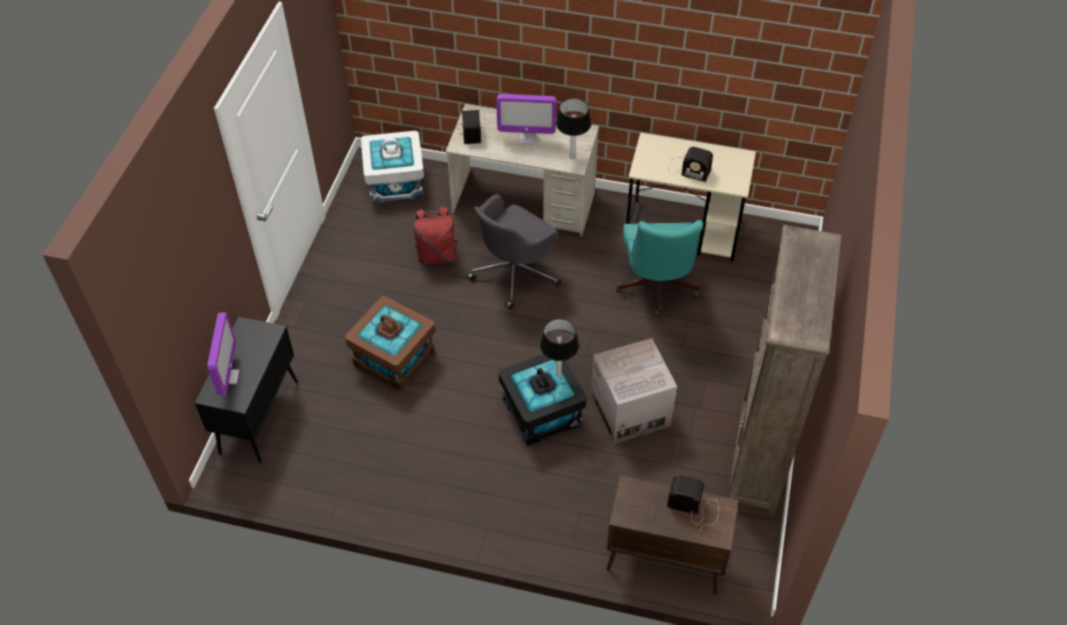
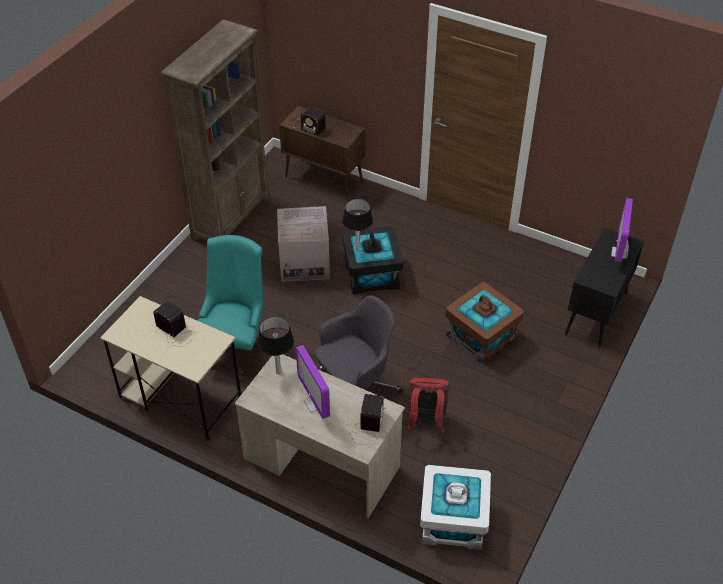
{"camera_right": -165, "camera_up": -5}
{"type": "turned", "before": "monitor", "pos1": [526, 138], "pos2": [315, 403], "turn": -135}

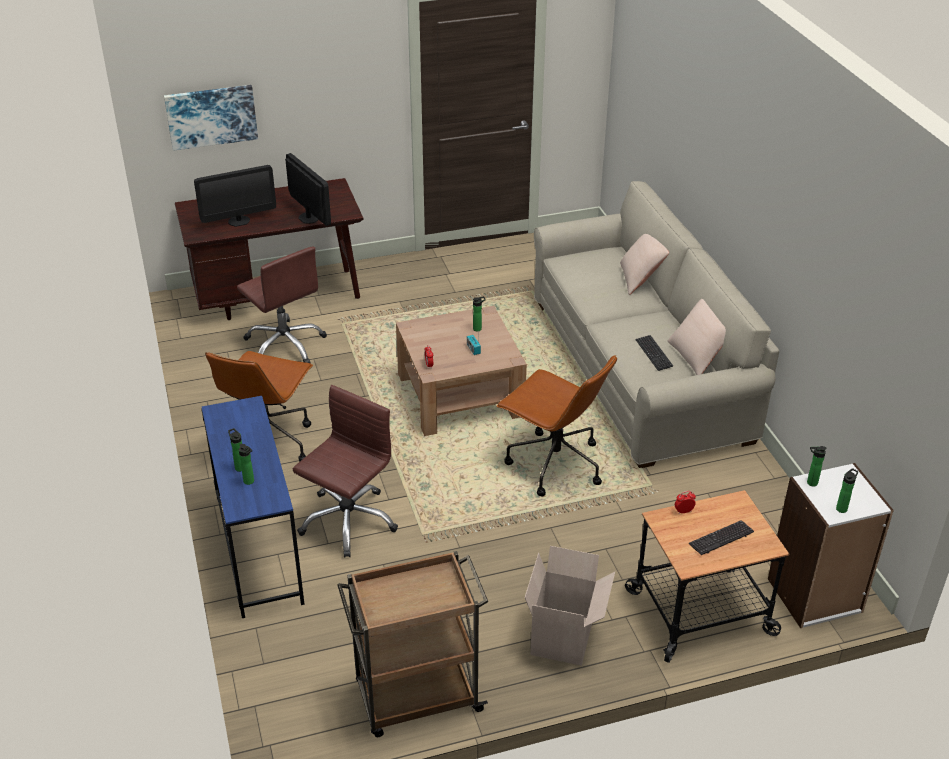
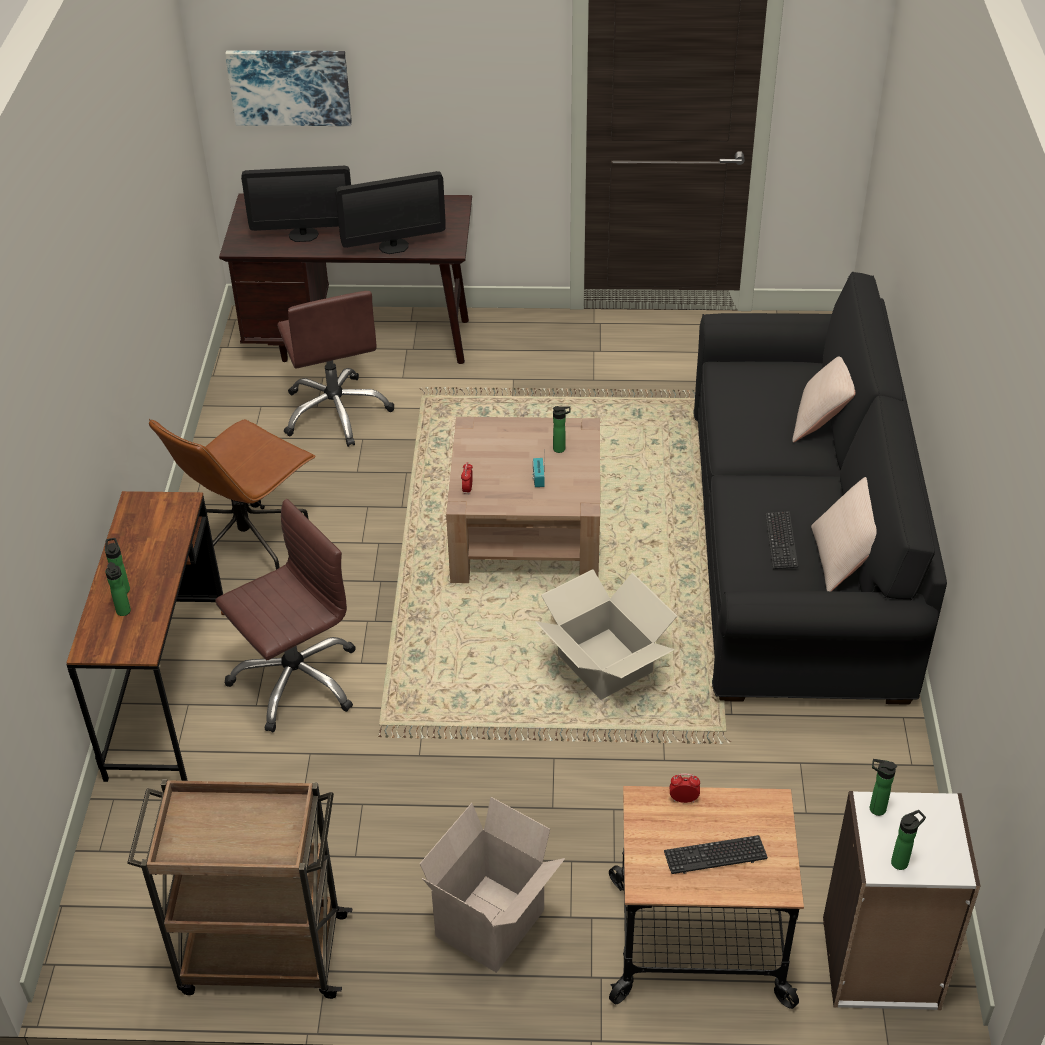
{"camera_right": 20, "camera_up": 5}
{"type": "replaced", "before": "office chair (brown)", "after": "cardboard box", "pos1": [553, 464], "pos2": [604, 665]}
{"type": "recoloured", "before": "desk (blue)", "after": "desk (brown)", "pos1": [258, 549], "pos2": [168, 692]}
{"type": "recoloured", "before": "sofa (beige)", "after": "sofa (black)", "pos1": [640, 369], "pos2": [796, 549]}
{"type": "turned", "before": "monitor", "pos1": [308, 218], "pos2": [393, 246], "turn": 90}

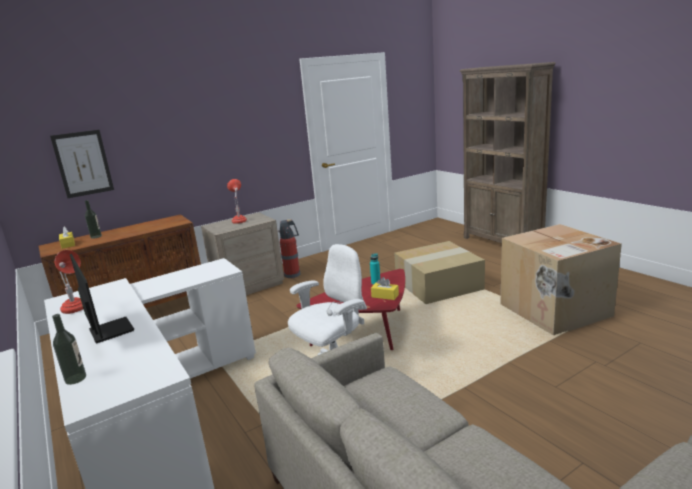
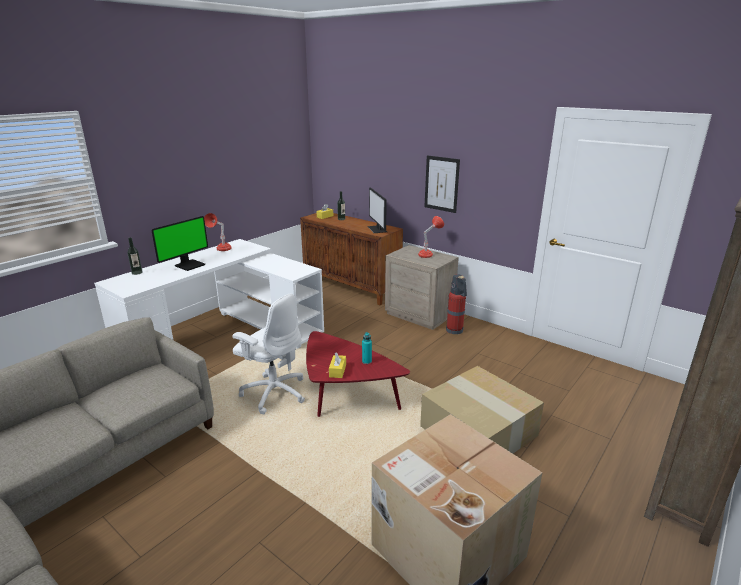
{"camera_right": 70, "camera_up": 5}
{"type": "added", "after": "monitor", "pos2": [377, 229]}
{"type": "moved", "before": "picture", "pos1": [83, 163], "pos2": [441, 184]}

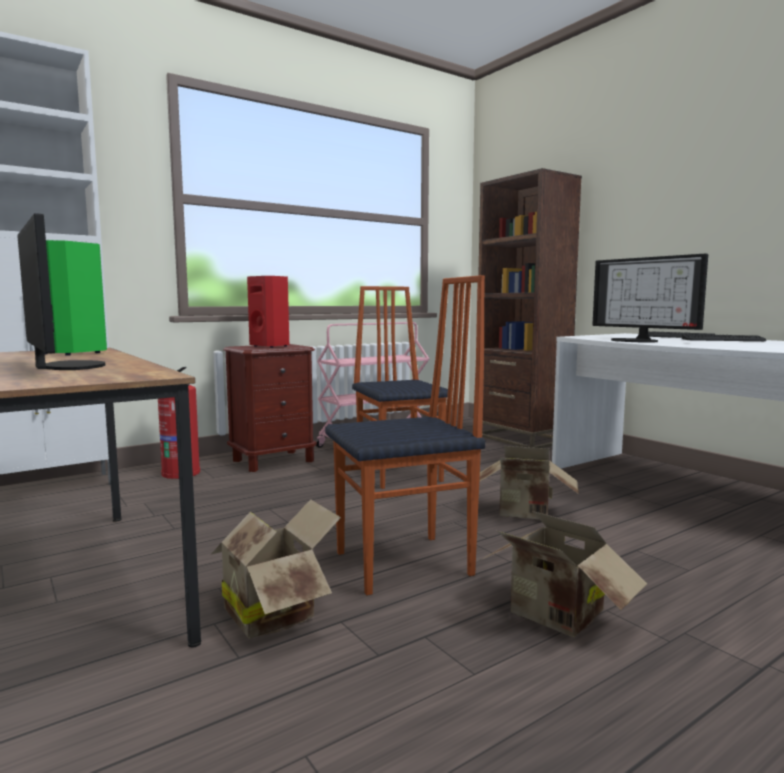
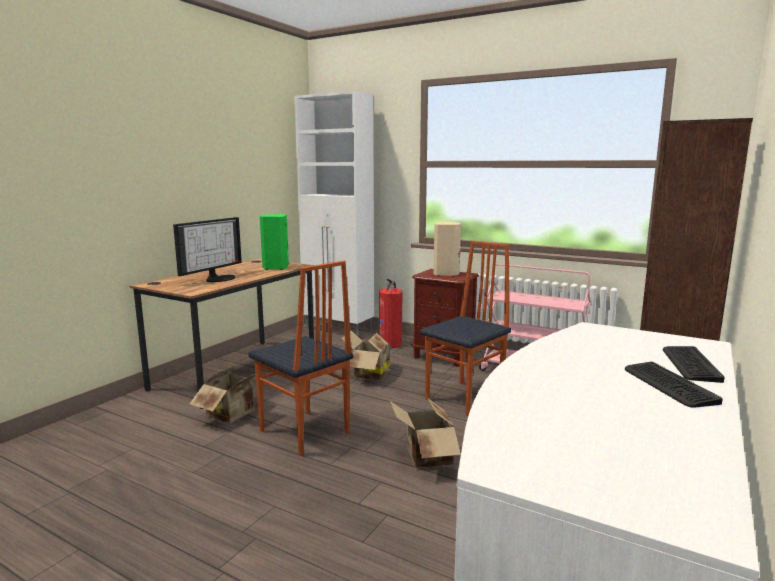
{"camera_right": 65, "camera_up": 5}
{"type": "removed", "before": "monitor", "pos1": [637, 340]}
{"type": "moved", "before": "cardboard box", "pos1": [555, 618], "pos2": [368, 375]}
{"type": "recoloured", "before": "speaker (red)", "after": "speaker (beige)", "pos1": [271, 346], "pos2": [446, 274]}

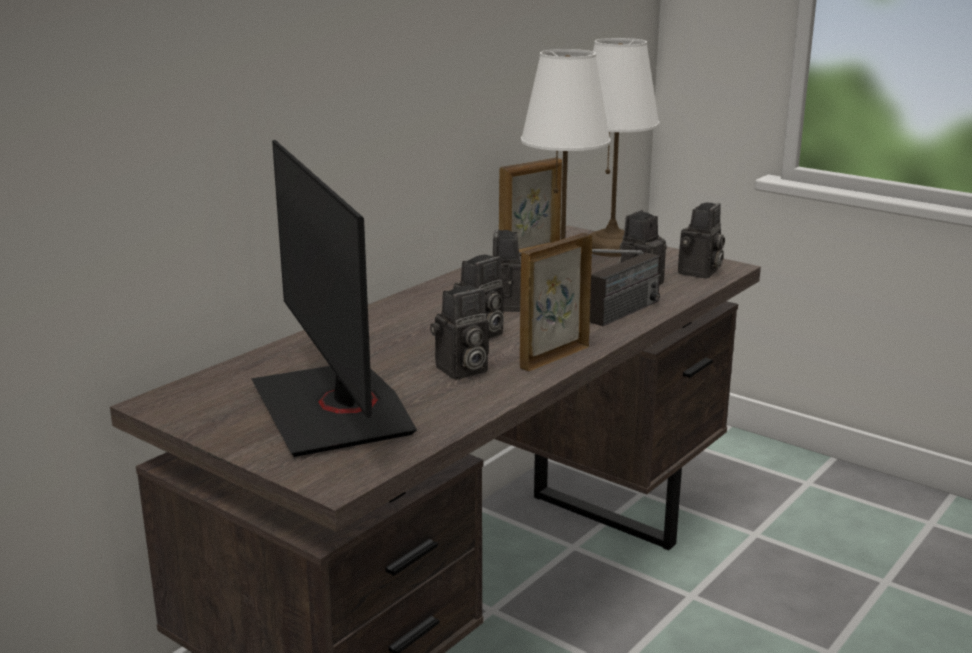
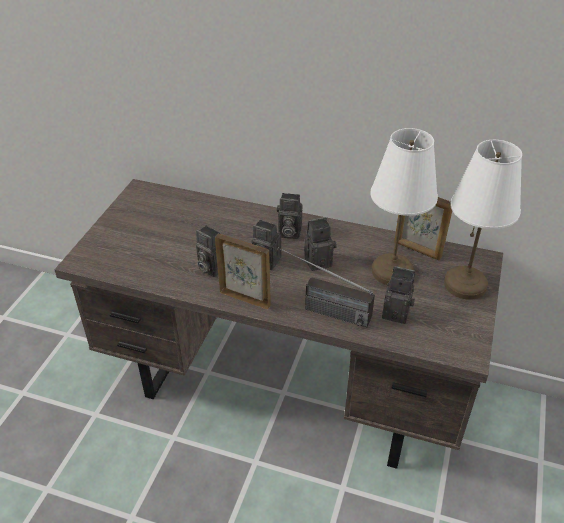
{"camera_right": 70, "camera_up": 20}
{"type": "removed", "before": "monitor", "pos1": [334, 409]}
{"type": "moved", "before": "photo camera", "pos1": [699, 273], "pos2": [288, 232]}

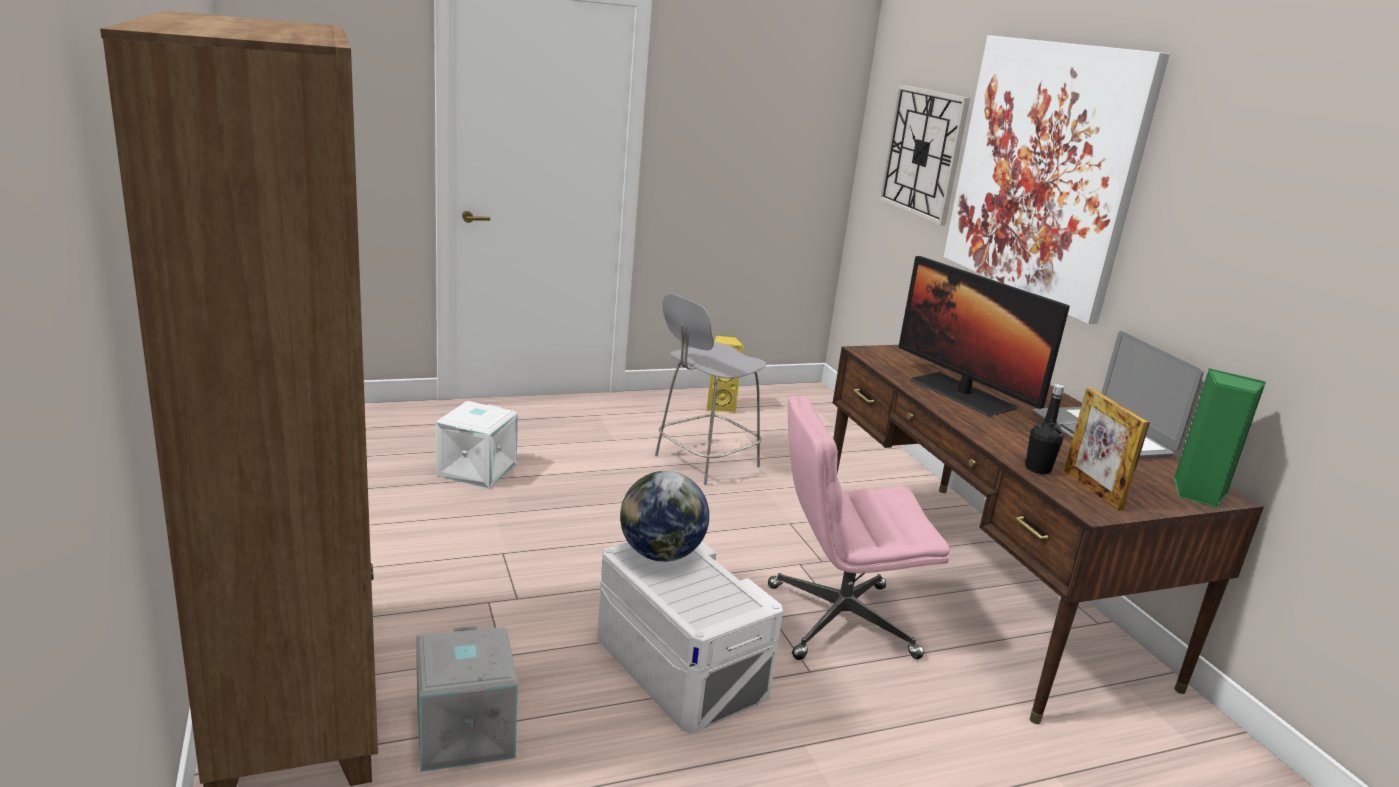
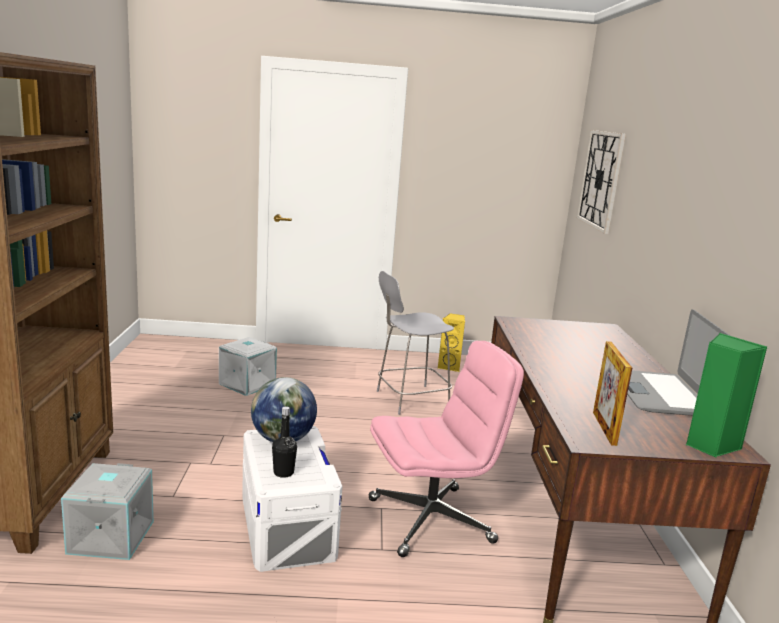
{"camera_right": 20, "camera_up": -5}
{"type": "removed", "before": "monitor", "pos1": [962, 394]}
{"type": "removed", "before": "picture", "pos1": [1043, 171]}
{"type": "moved", "before": "bottle (black)", "pos1": [1038, 469], "pos2": [283, 472]}
{"type": "turned", "before": "office chair (pink)", "pos1": [838, 621], "pos2": [431, 520], "turn": 150}

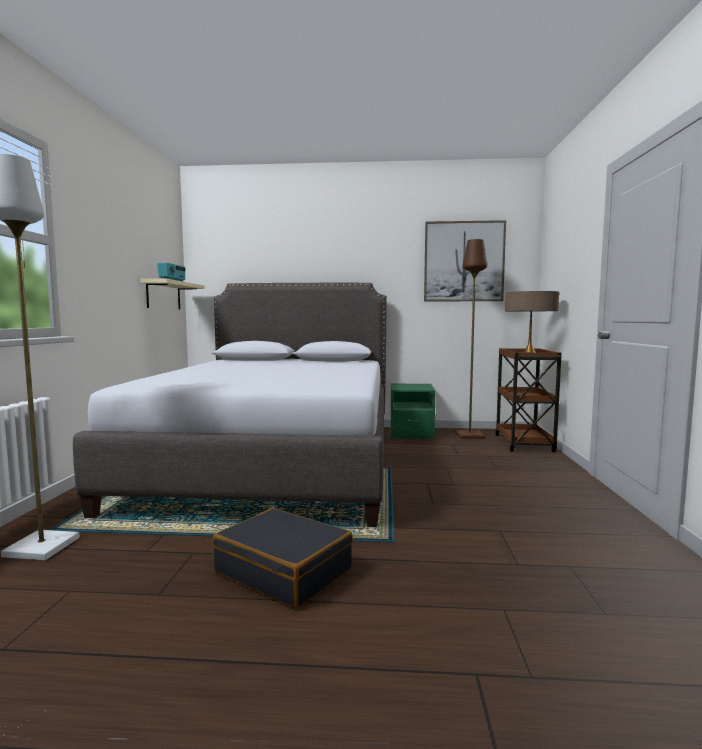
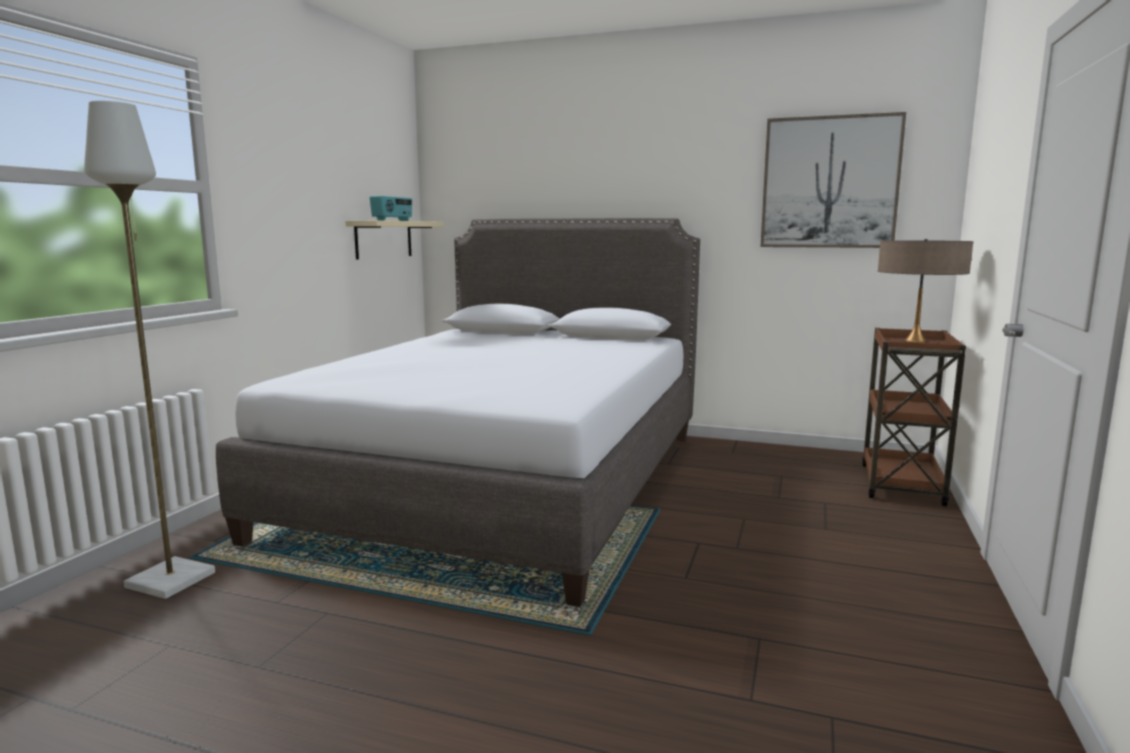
{"camera_right": 15, "camera_up": 5}
{"type": "removed", "before": "suitcase (black)", "pos1": [284, 571]}
{"type": "removed", "before": "nightstand (green)", "pos1": [411, 433]}
{"type": "removed", "before": "floor lamp (brown)", "pos1": [470, 436]}

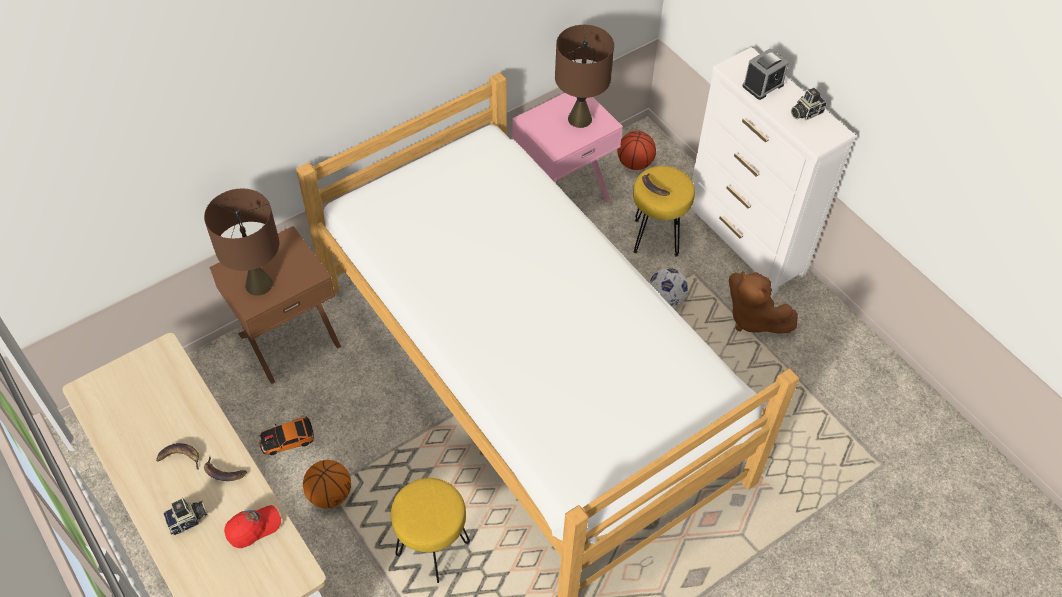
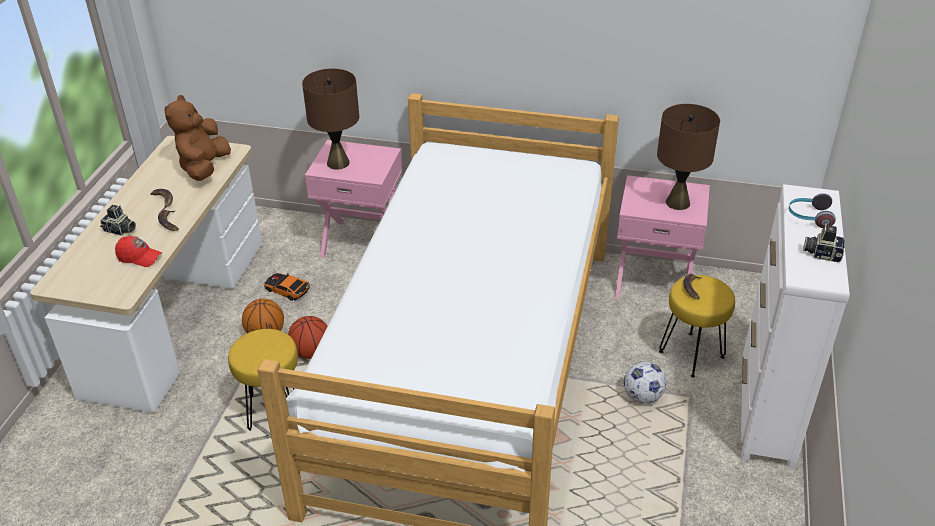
{"camera_right": 50, "camera_up": -15}
{"type": "moved", "before": "basketball", "pos1": [635, 164], "pos2": [311, 352]}
{"type": "moved", "before": "plush toy (brown)", "pos1": [752, 318], "pos2": [204, 168]}
{"type": "replaced", "before": "alarm clock", "after": "headphones", "pos1": [763, 85], "pos2": [809, 217]}
{"type": "recoloured", "before": "nightstand (brown)", "after": "nightstand (pink)", "pos1": [288, 339], "pos2": [362, 241]}

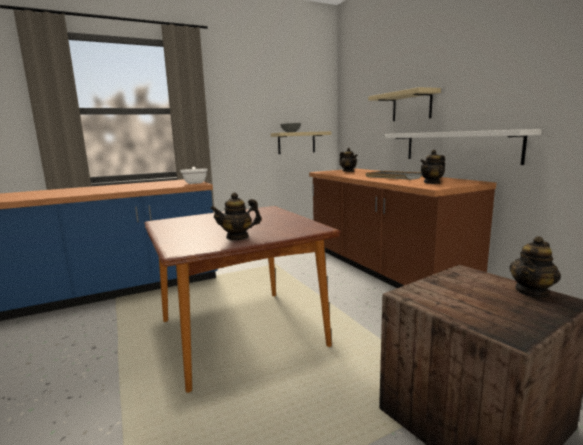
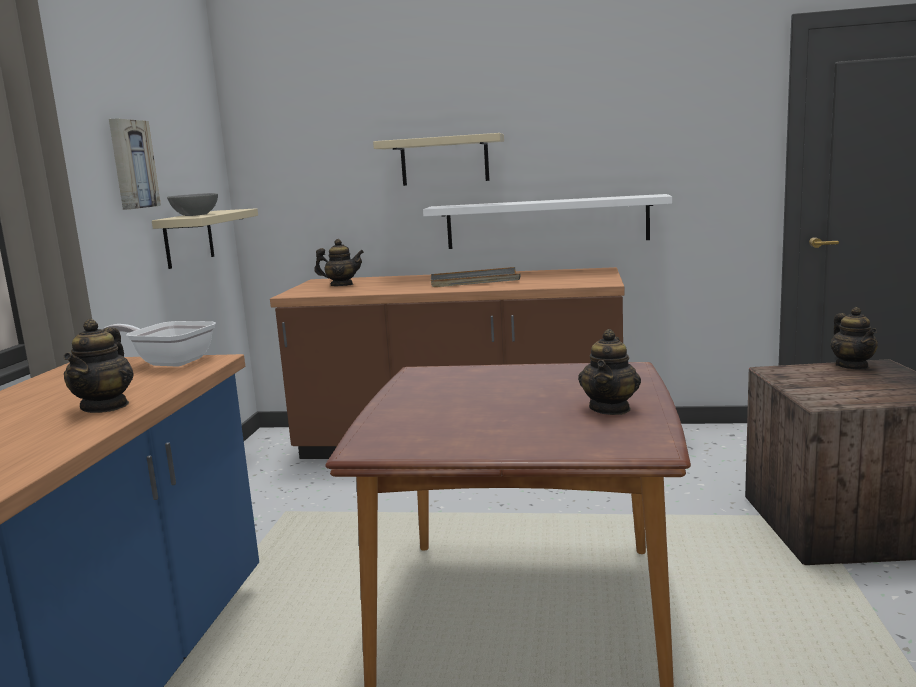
{"camera_right": -55, "camera_up": 0}
{"type": "added", "after": "picture", "pos2": [132, 164]}
{"type": "moved", "before": "teapot", "pos1": [432, 183], "pos2": [105, 406]}

